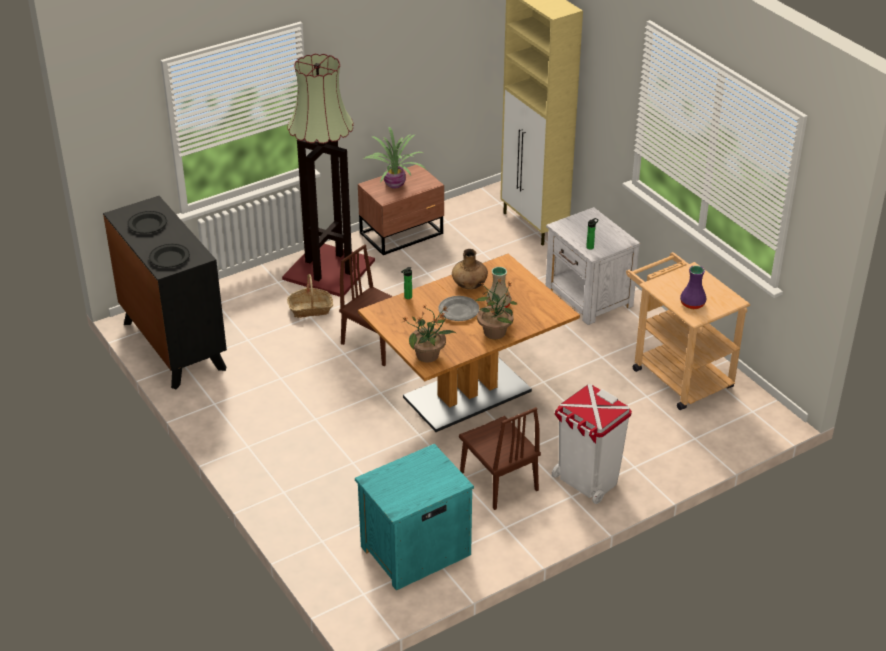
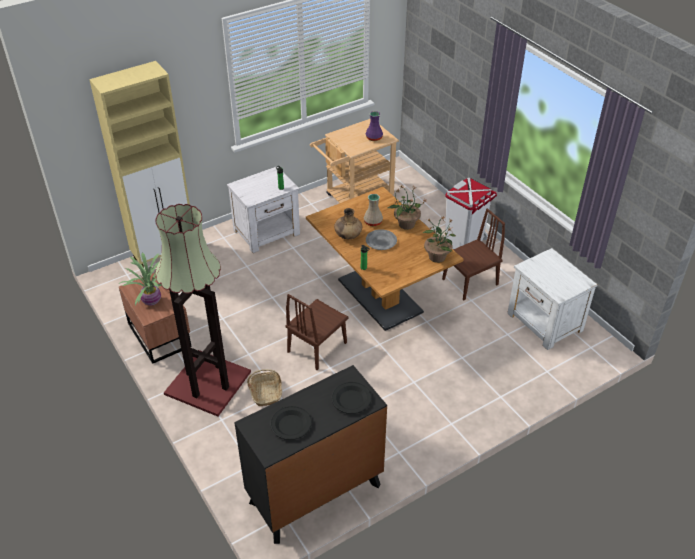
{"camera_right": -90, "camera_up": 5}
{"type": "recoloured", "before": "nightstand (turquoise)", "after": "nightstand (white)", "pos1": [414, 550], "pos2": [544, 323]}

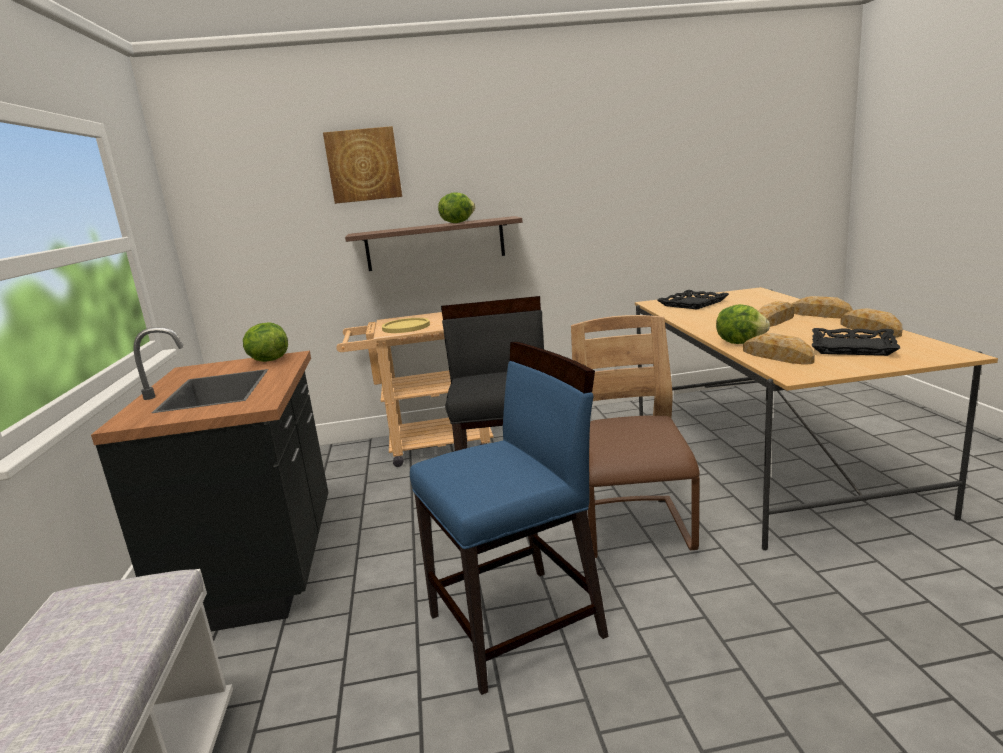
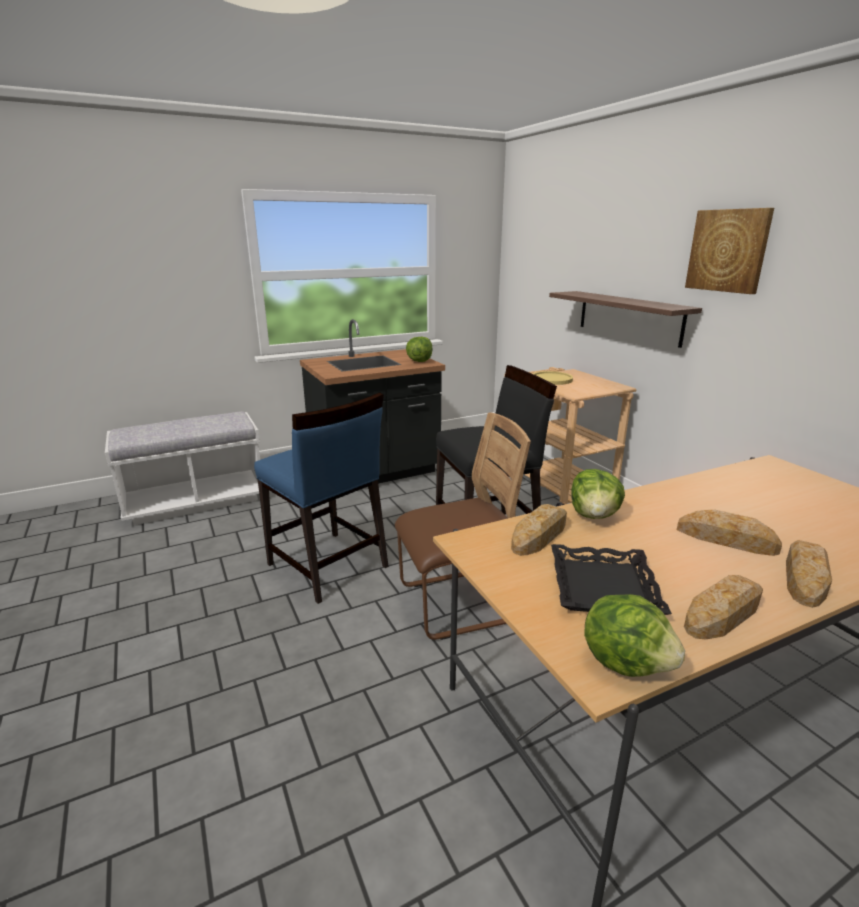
{"camera_right": 70, "camera_up": 5}
{"type": "removed", "before": "tray (black)", "pos1": [693, 303]}
{"type": "moved", "before": "picture", "pos1": [363, 165], "pos2": [728, 250]}
{"type": "moved", "before": "lettuce", "pos1": [457, 223], "pos2": [626, 662]}

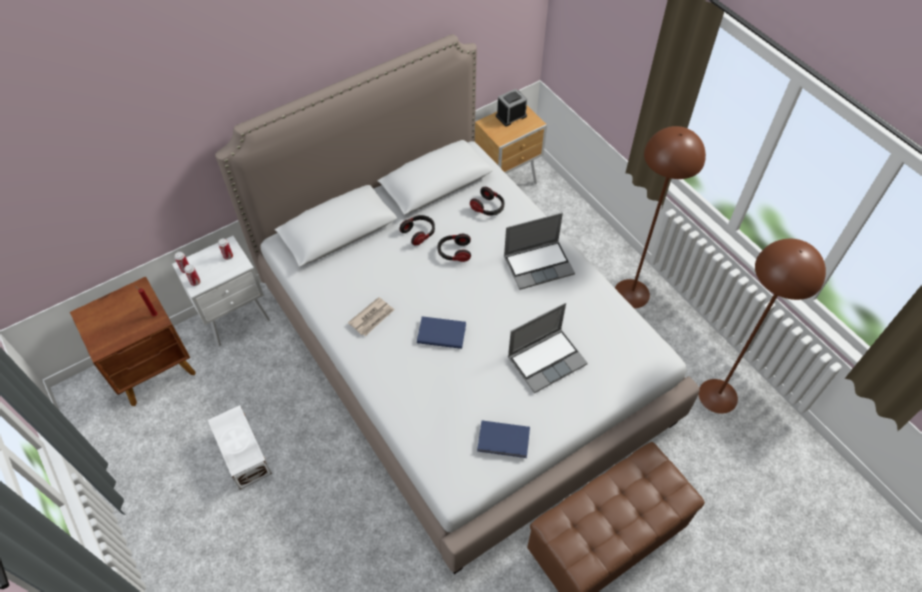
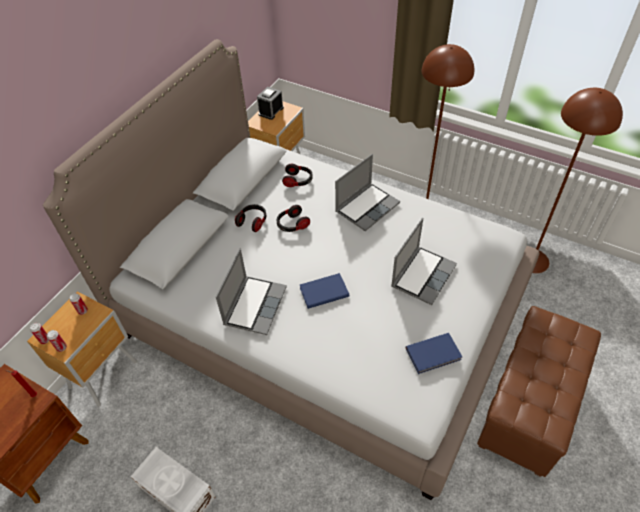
{"camera_right": -25, "camera_up": -5}
{"type": "replaced", "before": "newspaper", "after": "laptop", "pos1": [372, 317], "pos2": [254, 305]}
{"type": "recoloured", "before": "nightstand (white)", "after": "nightstand (brown)", "pos1": [237, 319], "pos2": [105, 374]}

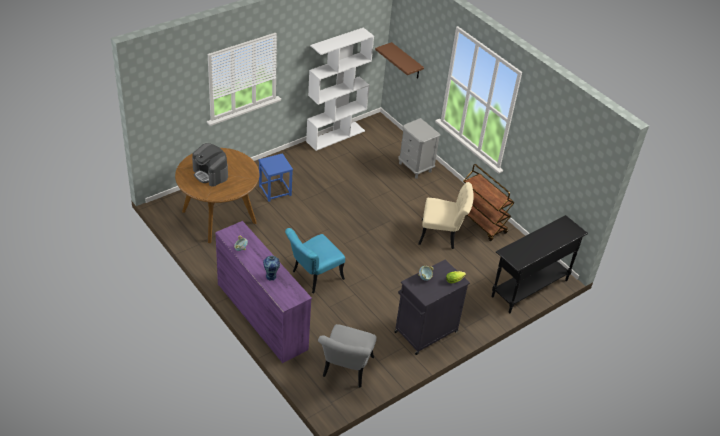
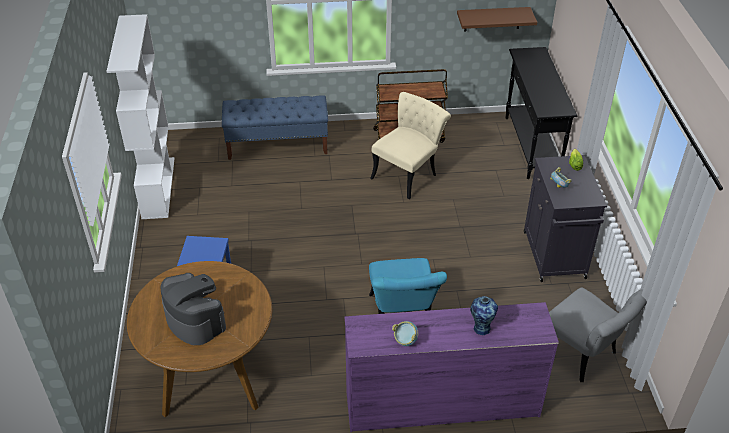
{"camera_right": -55, "camera_up": 0}
{"type": "moved", "before": "shelf (brown)", "pos1": [406, 61], "pos2": [492, 19]}
{"type": "replaced", "before": "nightstand (grey)", "after": "bench (blue)", "pos1": [415, 167], "pos2": [278, 145]}
{"type": "turned", "before": "coffee machine", "pos1": [210, 174], "pos2": [195, 320], "turn": -120}

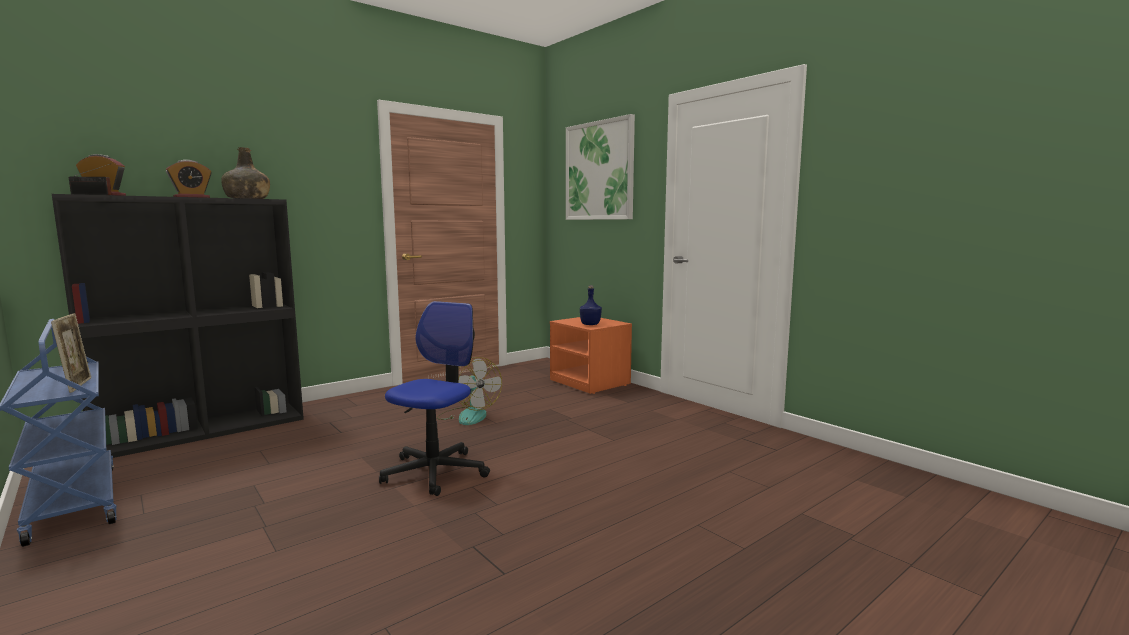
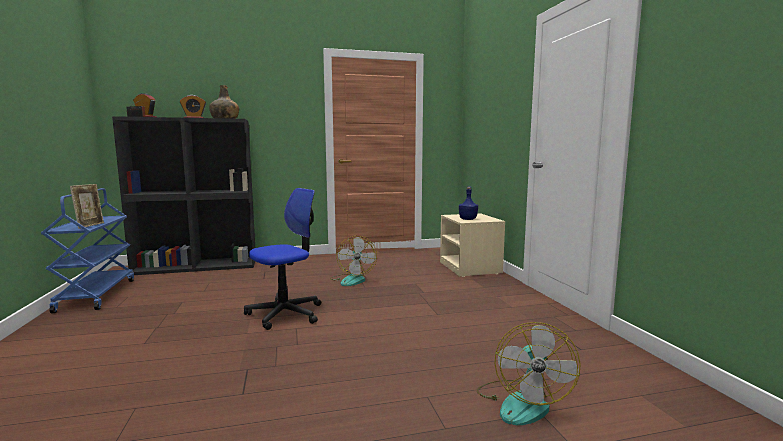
{"camera_right": 25, "camera_up": 0}
{"type": "removed", "before": "picture", "pos1": [599, 171]}
{"type": "added", "after": "fan", "pos2": [522, 402]}
{"type": "recoloured", "before": "nightstand (orange)", "after": "nightstand (beige)", "pos1": [591, 382], "pos2": [470, 268]}

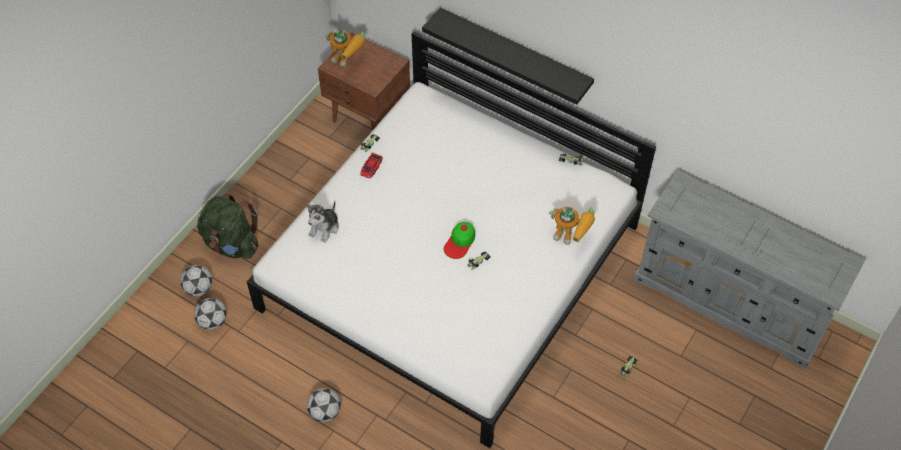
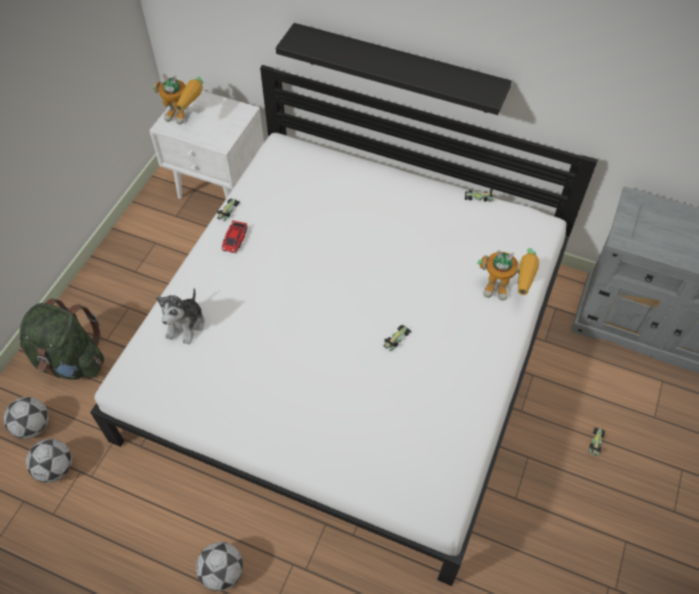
{"camera_right": -10, "camera_up": 0}
{"type": "removed", "before": "cap", "pos1": [460, 242]}
{"type": "recoloured", "before": "nightstand (brown)", "after": "nightstand (white)", "pos1": [369, 117], "pos2": [220, 187]}

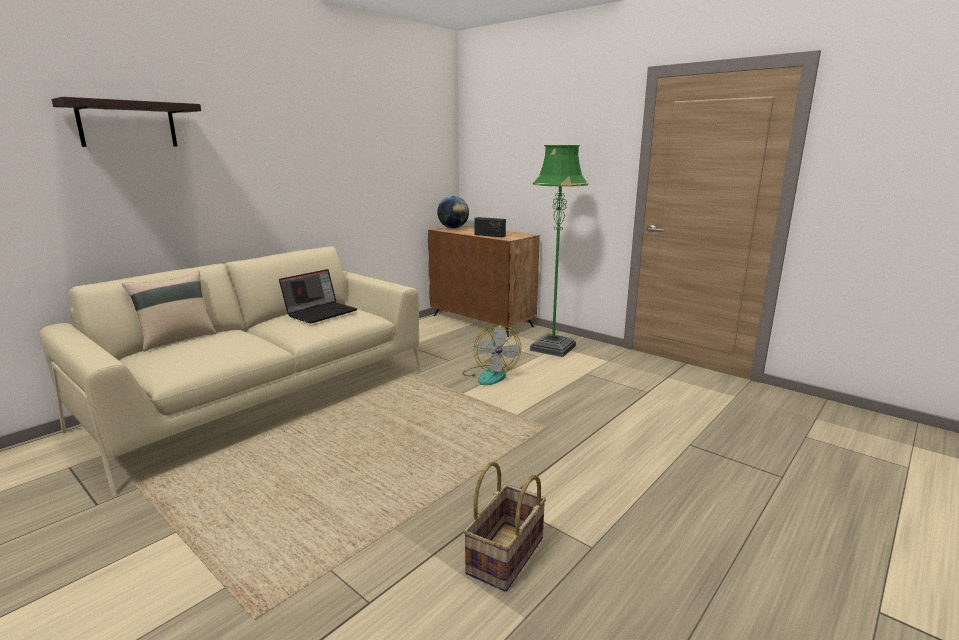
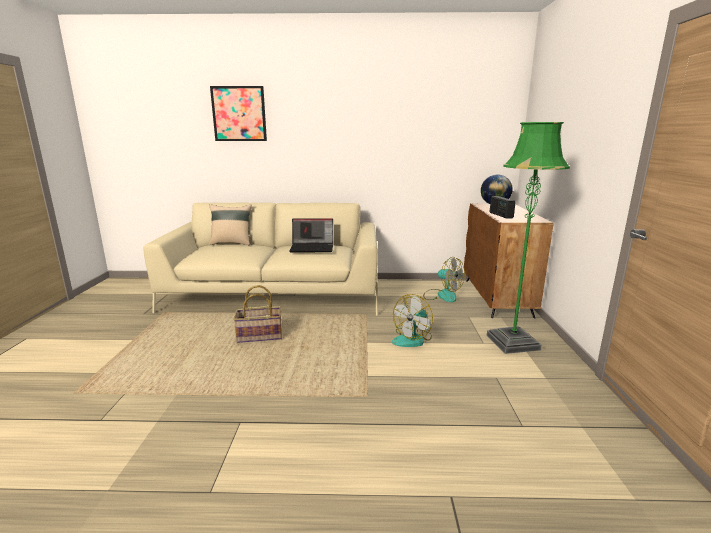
{"camera_right": 50, "camera_up": 0}
{"type": "added", "after": "fan", "pos2": [442, 295]}
{"type": "moved", "before": "basket", "pos1": [506, 556], "pos2": [259, 336]}
{"type": "replaced", "before": "shelf", "after": "picture", "pos1": [127, 124], "pos2": [239, 114]}

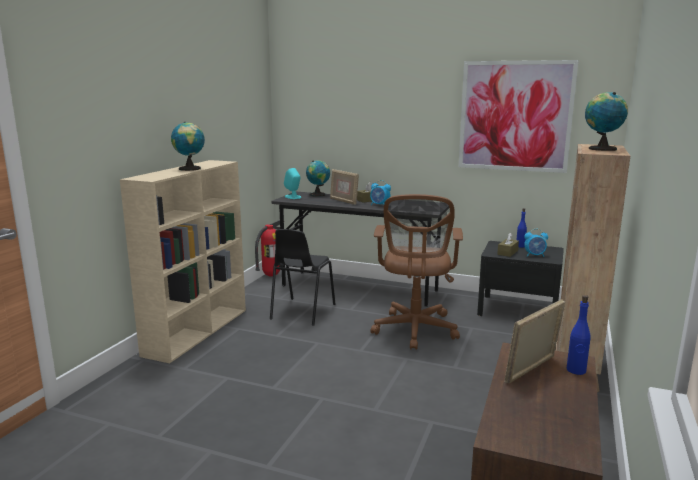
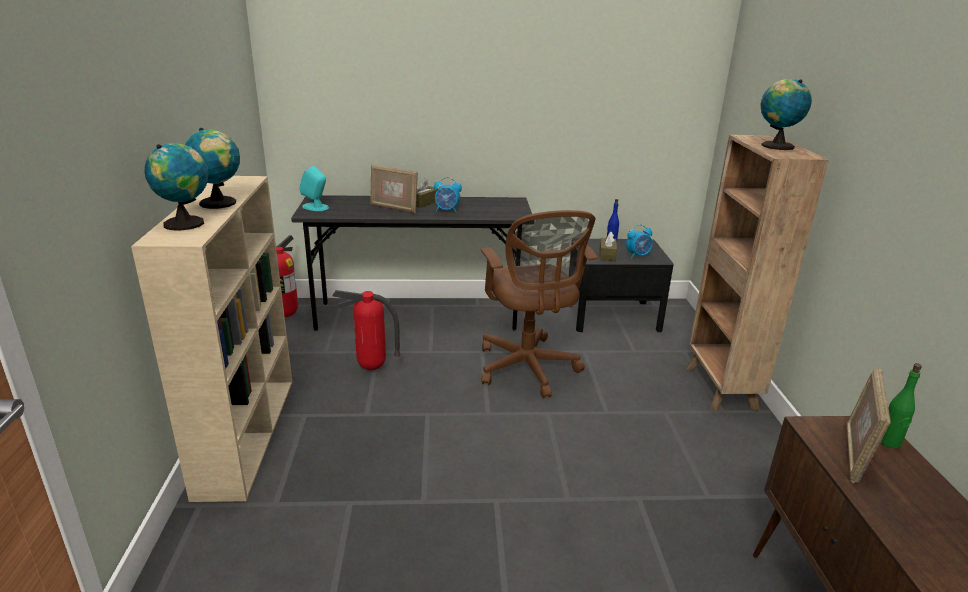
{"camera_right": -25, "camera_up": 10}
{"type": "removed", "before": "picture", "pos1": [515, 116]}
{"type": "moved", "before": "globe", "pos1": [318, 194], "pos2": [187, 223]}
{"type": "replaced", "before": "chair (black)", "after": "fire extinguisher", "pos1": [302, 312], "pos2": [371, 368]}
{"type": "recoloured", "before": "bottle (blue)", "after": "bottle (green)", "pos1": [576, 370], "pos2": [889, 442]}

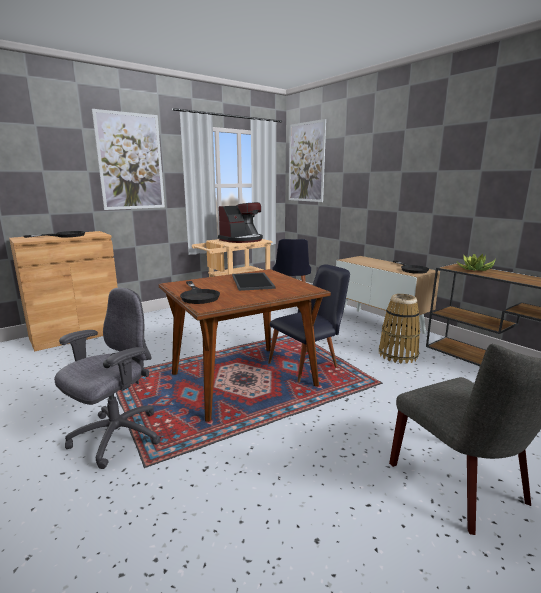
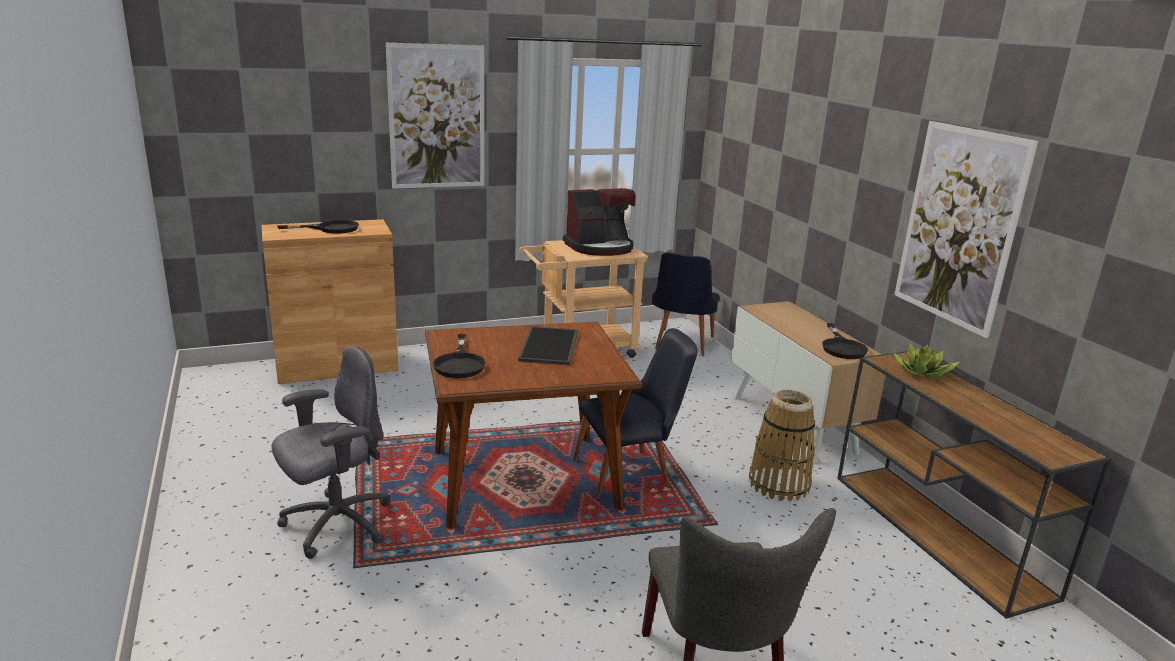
{"camera_right": 15, "camera_up": 5}
{"type": "moved", "before": "picture", "pos1": [306, 162], "pos2": [959, 226]}

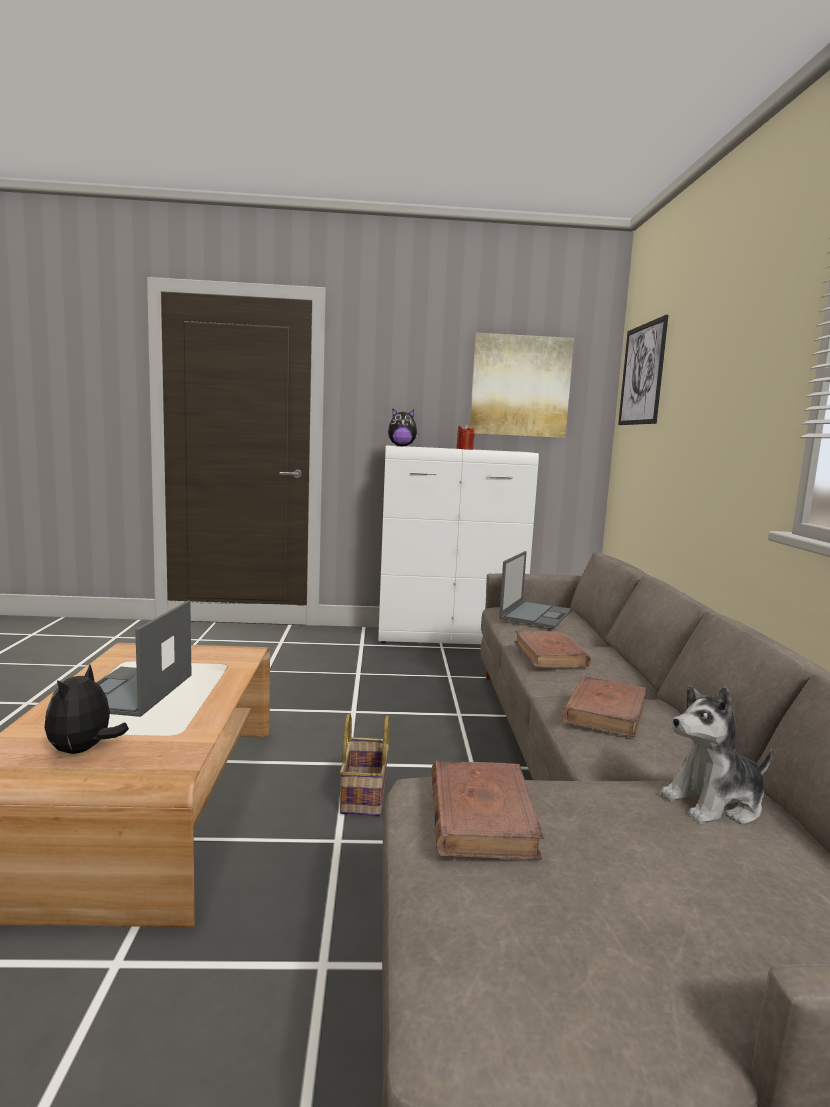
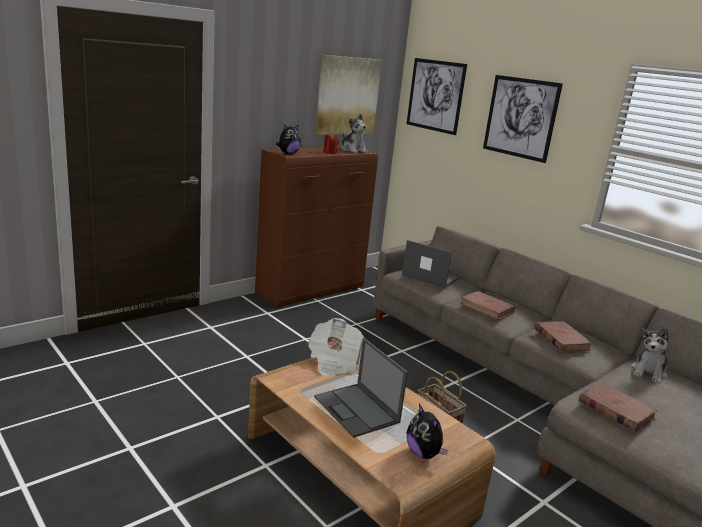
{"camera_right": -40, "camera_up": 10}
{"type": "added", "after": "newspaper", "pos2": [334, 361]}
{"type": "added", "after": "plush toy", "pos2": [353, 150]}
{"type": "added", "after": "picture", "pos2": [520, 117]}
{"type": "recoloured", "before": "cabinet (white)", "after": "cabinet (brown)", "pos1": [450, 638], "pos2": [311, 291]}
{"type": "turned", "before": "laptop", "pos1": [536, 614], "pos2": [430, 276], "turn": -45}

